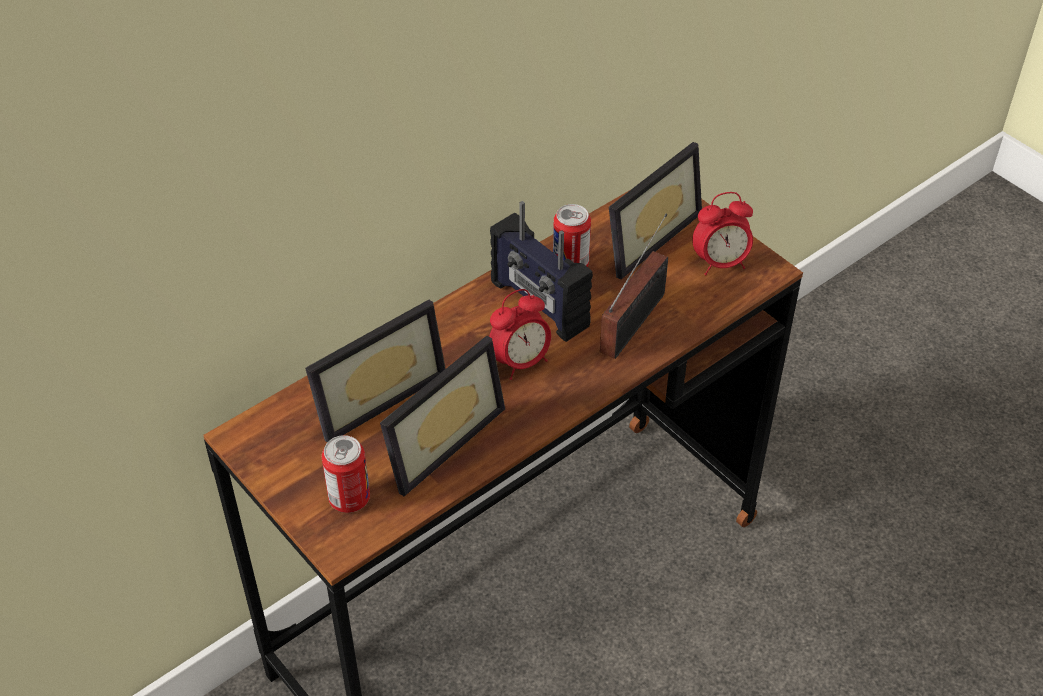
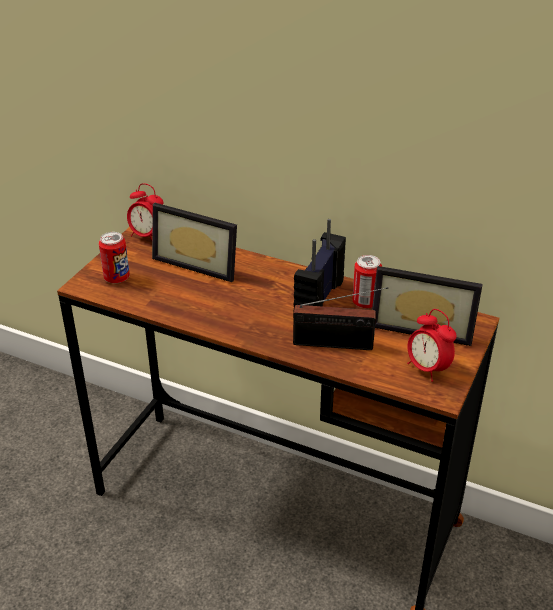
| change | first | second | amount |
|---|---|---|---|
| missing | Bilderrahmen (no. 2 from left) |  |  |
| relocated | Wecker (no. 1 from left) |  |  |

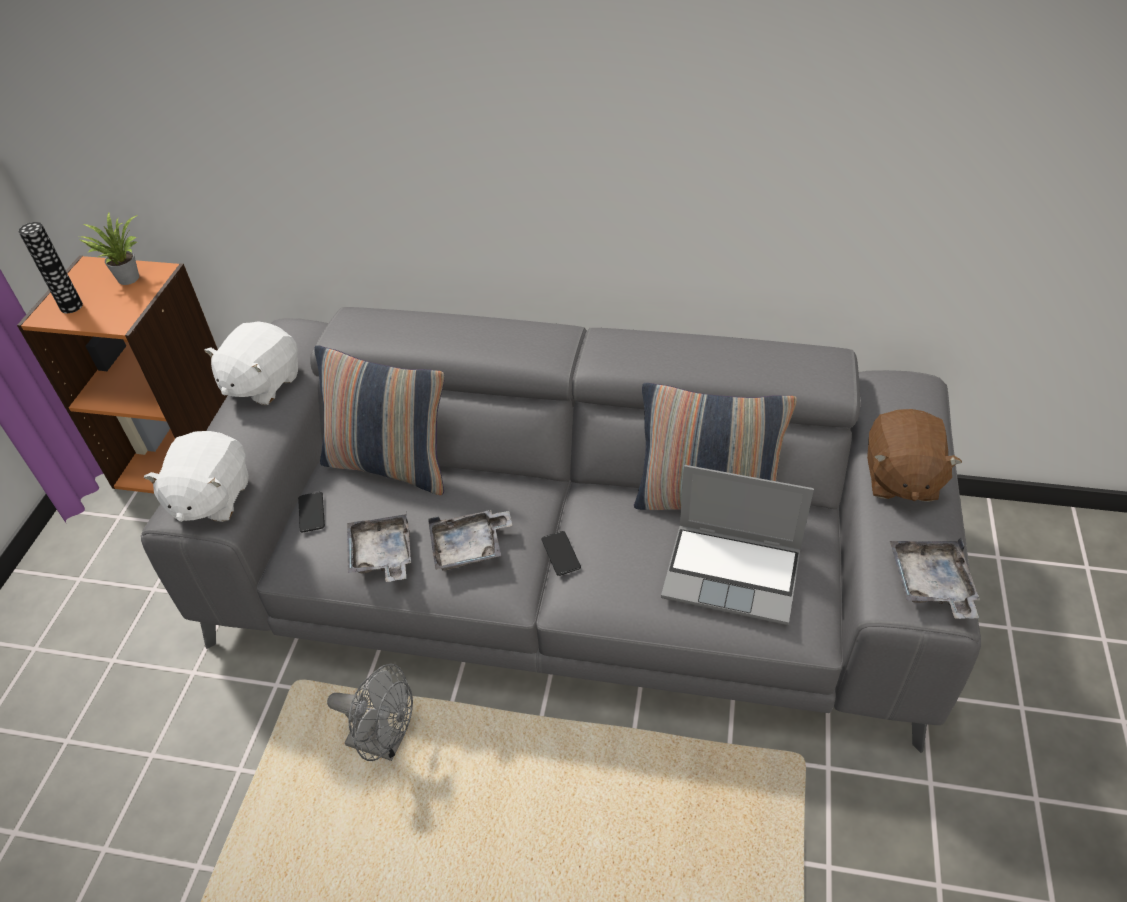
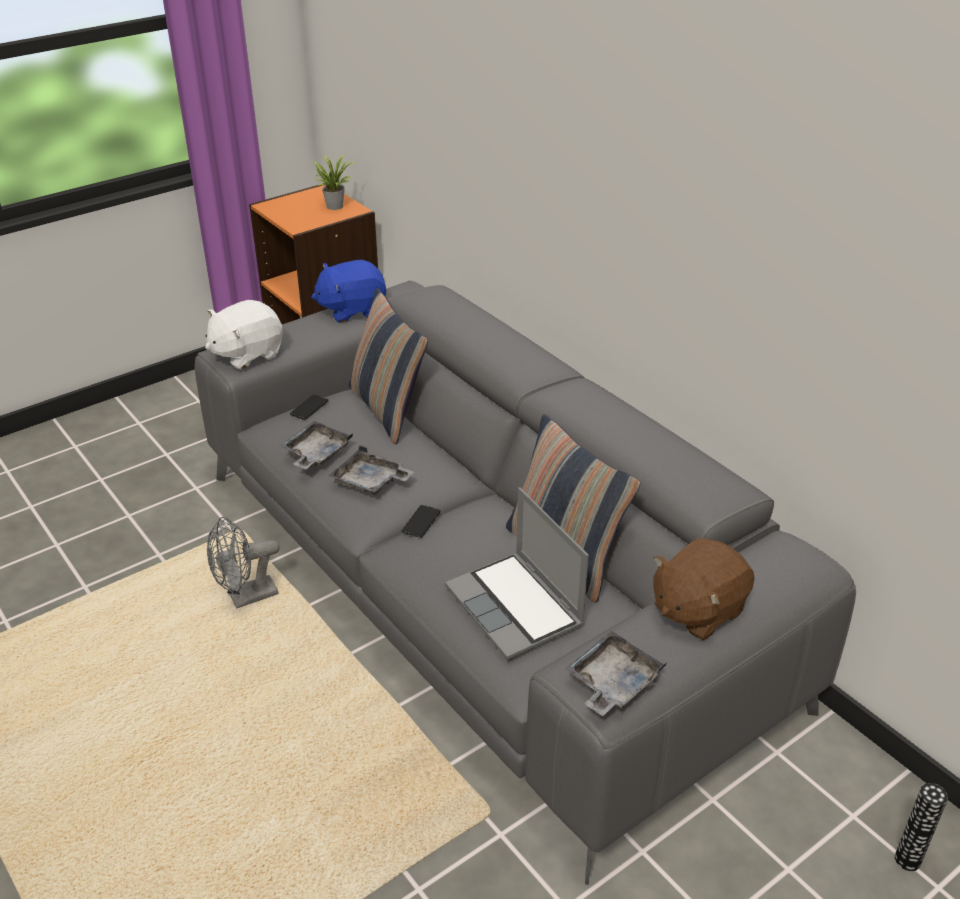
| change | first | second | amount |
|---|---|---|---|
| relocated | Vase |  |  |
| colour | Plüschtier/weiß (no. 2 from left) | Plüschtier/blau |  |
| spun | Ventilator/grau |  | 90 degrees clockwise |

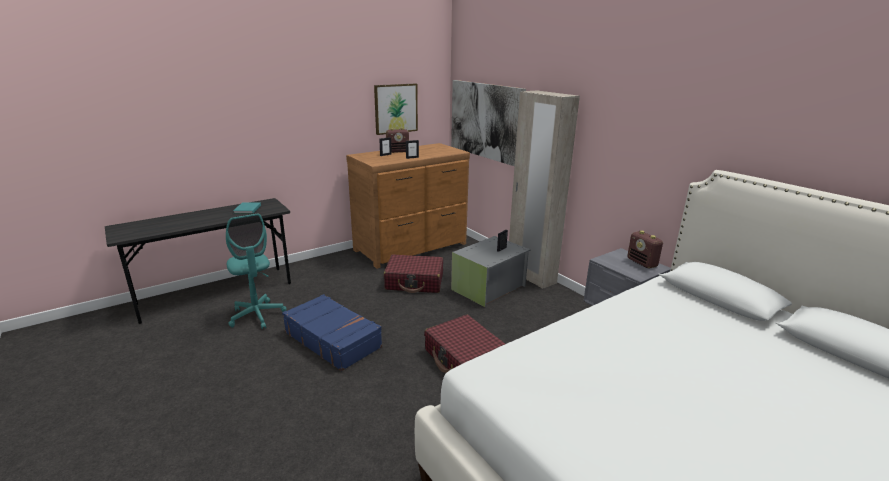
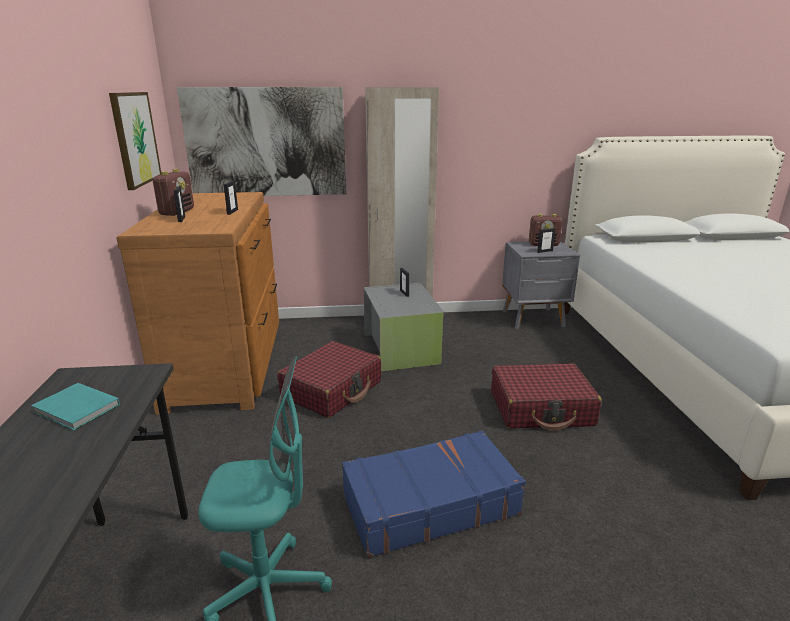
| change | first | second | amount |
|---|---|---|---|
| appeared |  | Bilderrahmen (no. 4 from left) |  |

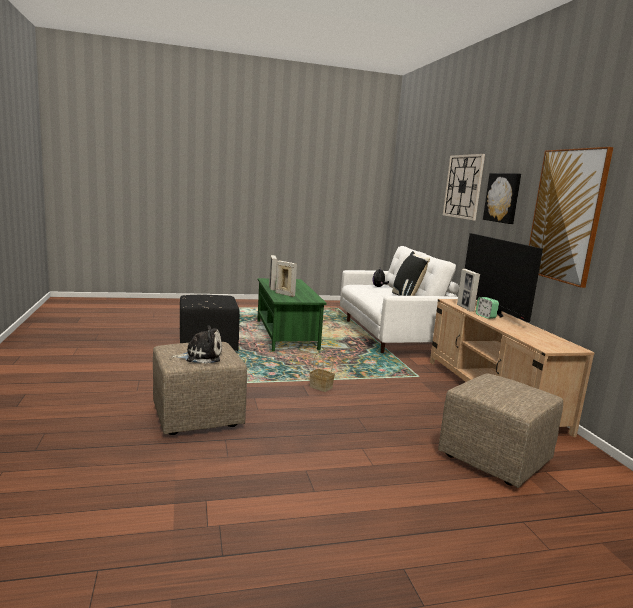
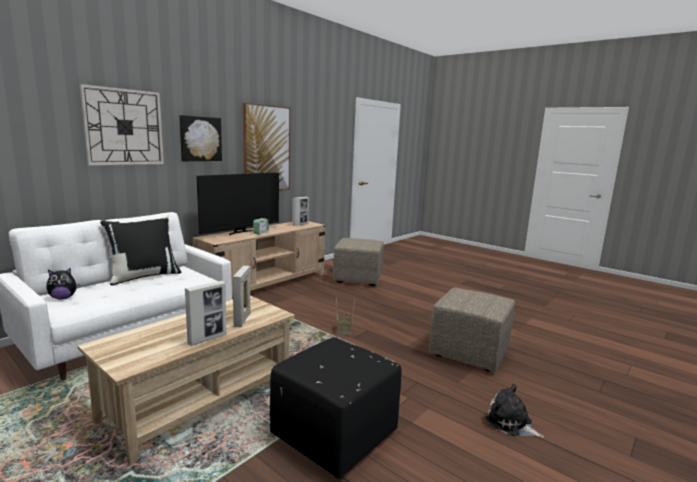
| change | first | second | amount |
|---|---|---|---|
| relocated | Plüschtier (no. 1 from left in the first image) | Plüschtier (no. 2 from left) |  |
| relocated | Bilderrahmen (no. 3 from left) |  |  |
| colour | Couchtisch/grün | Couchtisch/beige |  |

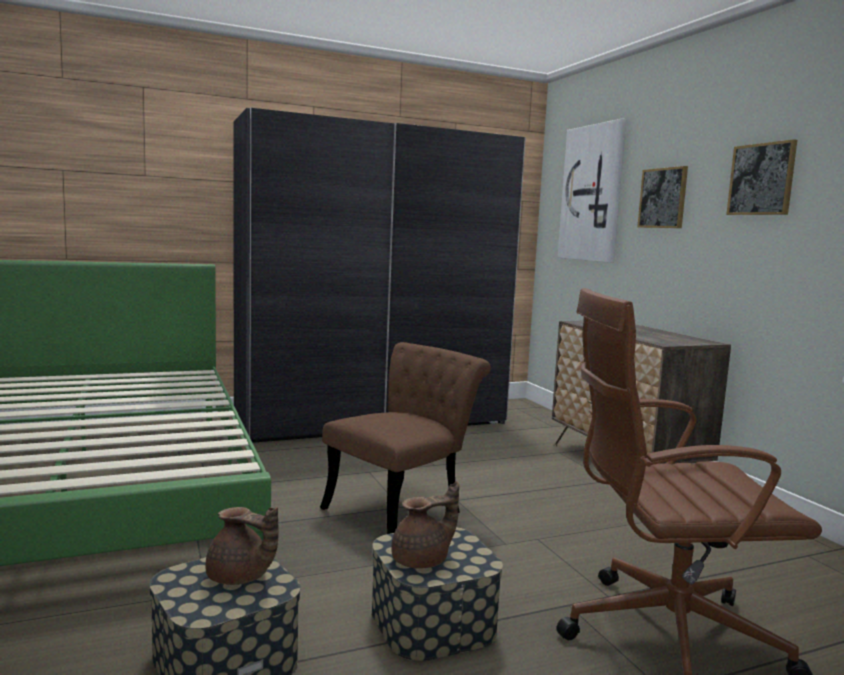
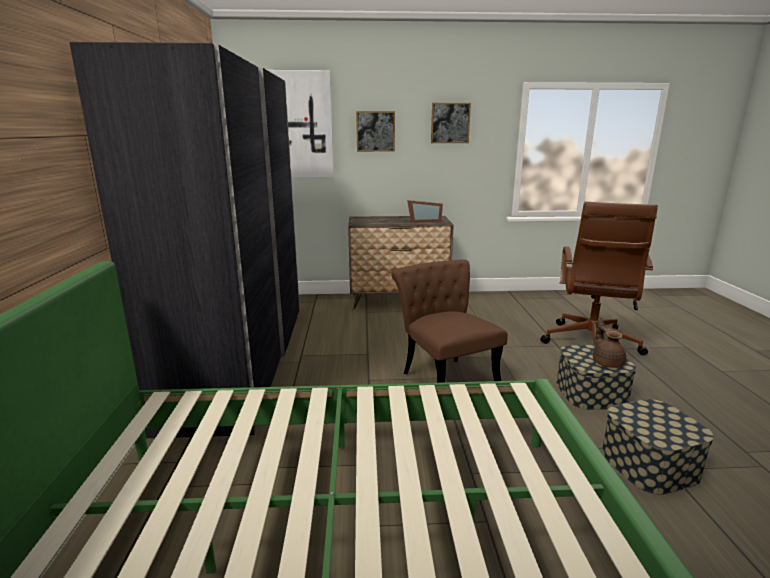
| change | first | second | amount |
|---|---|---|---|
| missing | Teekanne/braun (no. 1 from left) |  |  |
| appeared |  | Bilderrahmen |  |

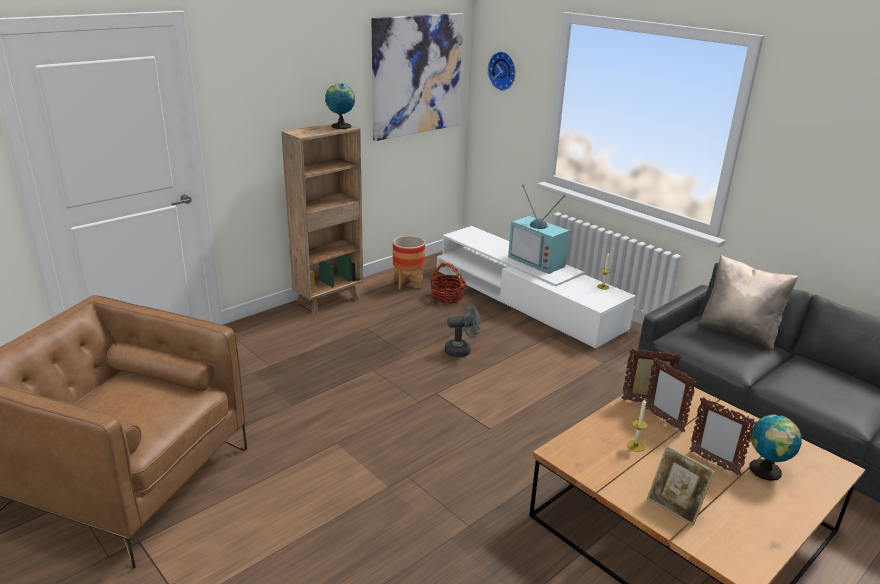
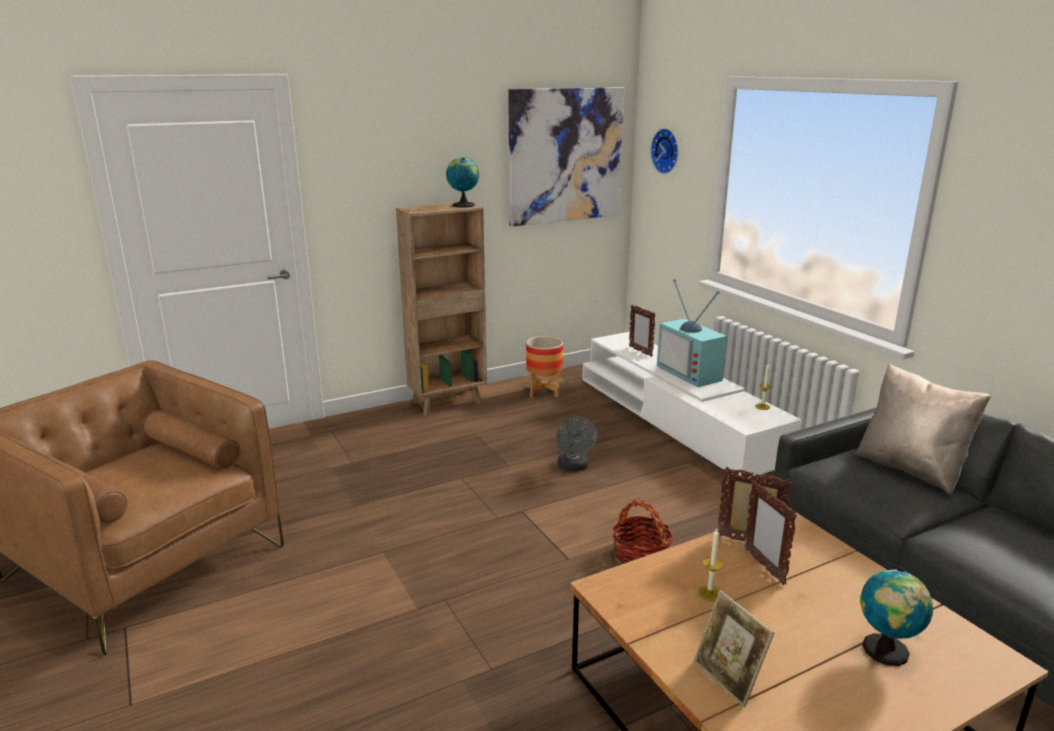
| change | first | second | amount |
|---|---|---|---|
| relocated | Korb |  |  |
| relocated | Bilderrahmen (no. 4 from left in the first image) | Bilderrahmen (no. 1 from left) |  |
| spun | Ventilator/grau |  | 75 degrees clockwise |

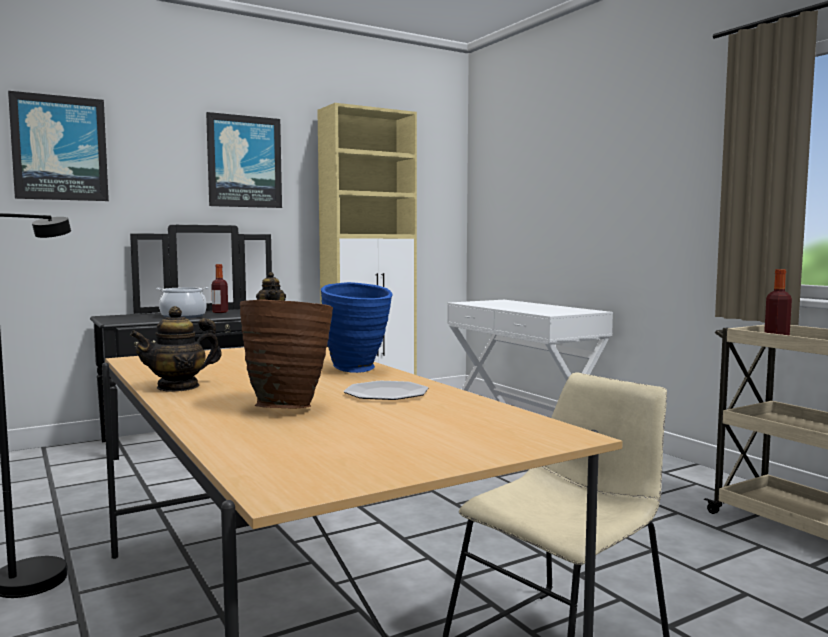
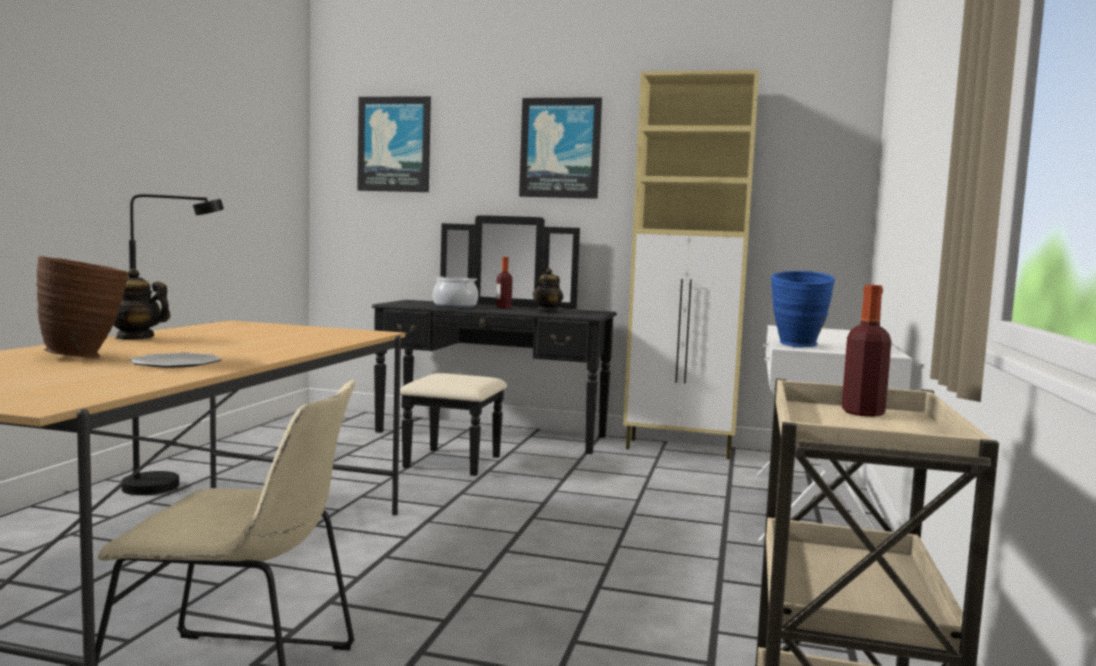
| change | first | second | amount |
|---|---|---|---|
| relocated | Vase/blau |  |  |

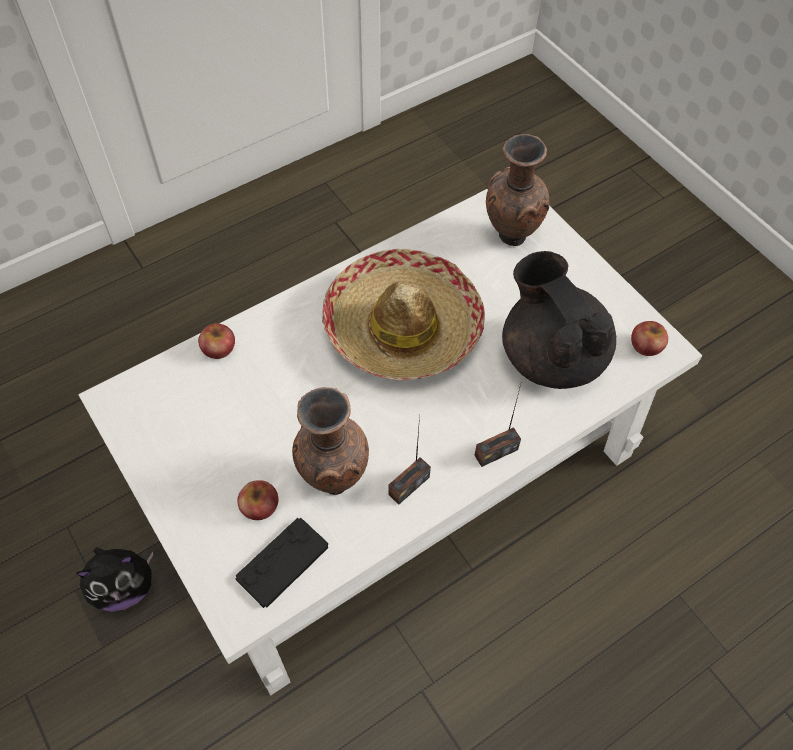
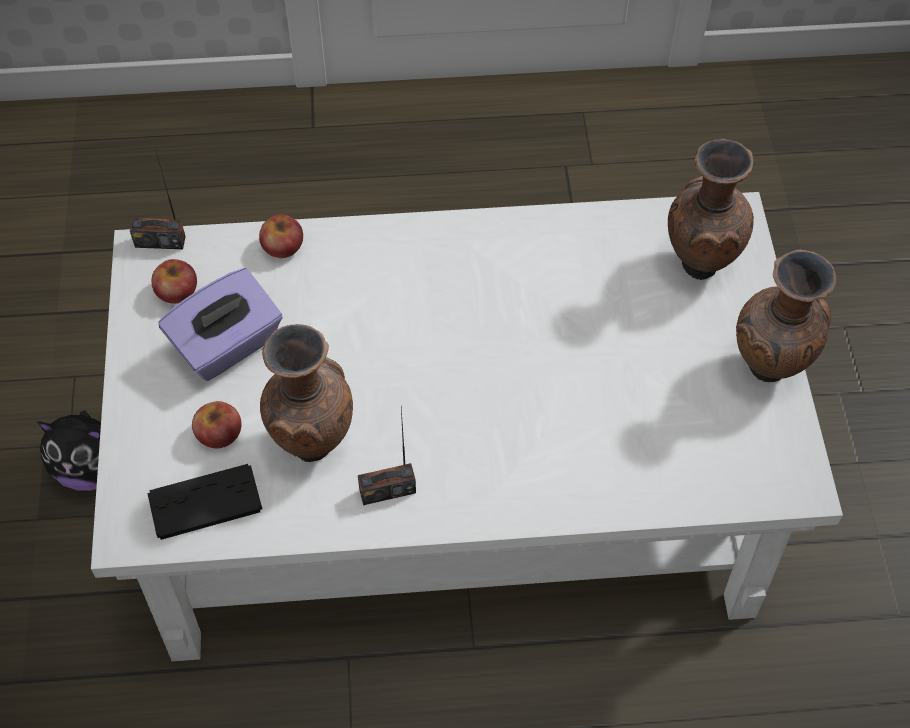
| change | first | second | amount |
|---|---|---|---|
| missing | Hut |  |  |
| missing | Teekanne/schwarz |  |  |
| appeared |  | Taschentuchbox/lila |  |
| appeared |  | Vase/braun (no. 3 from left) |  |
| relocated | Radio (no. 2 from left in the first image) | Radio (no. 1 from left) |  |
| relocated | Apfel (no. 3 from left in the first image) | Apfel (no. 1 from left) |  |

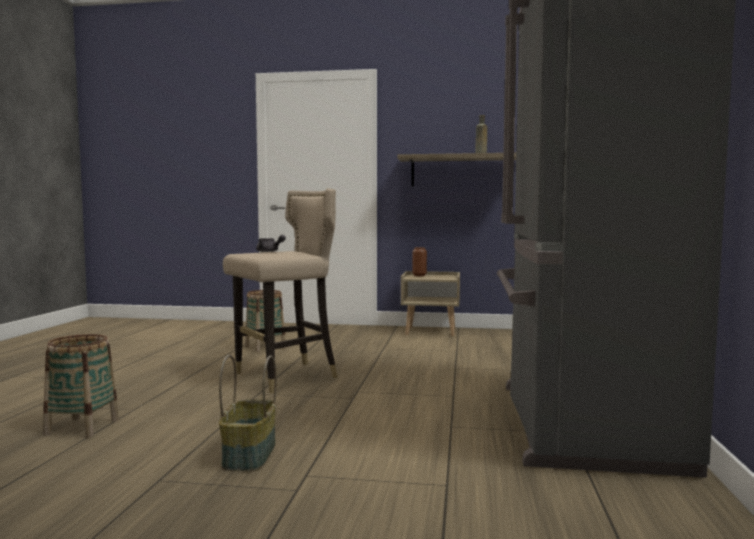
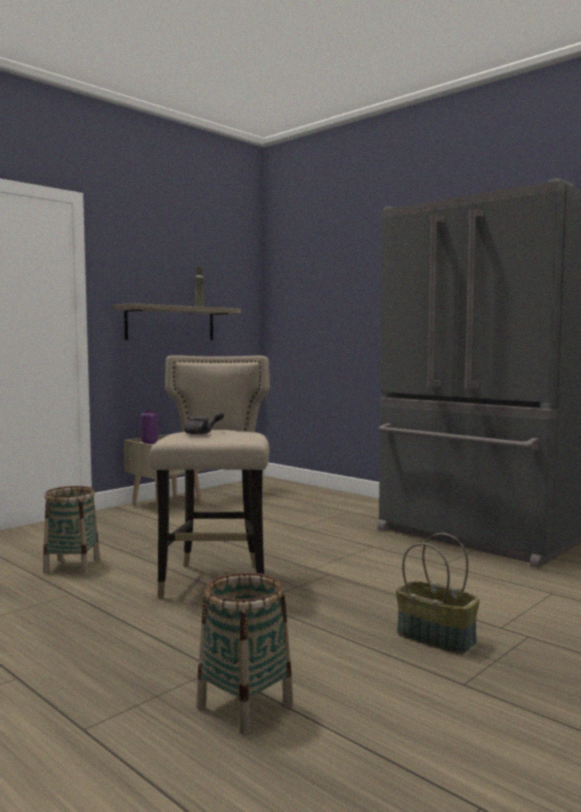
| change | first | second | amount |
|---|---|---|---|
| colour | Vase/braun | Vase/lila |  |

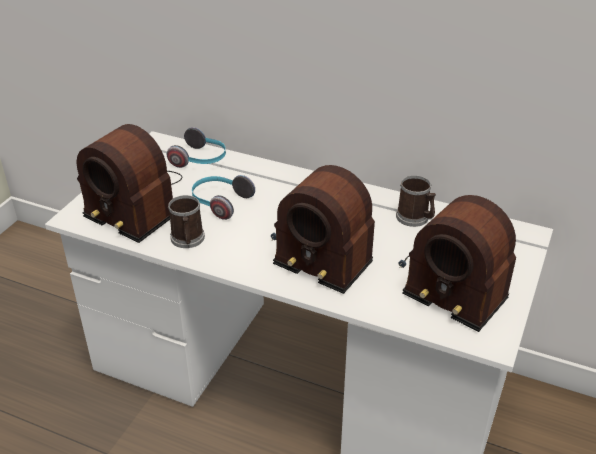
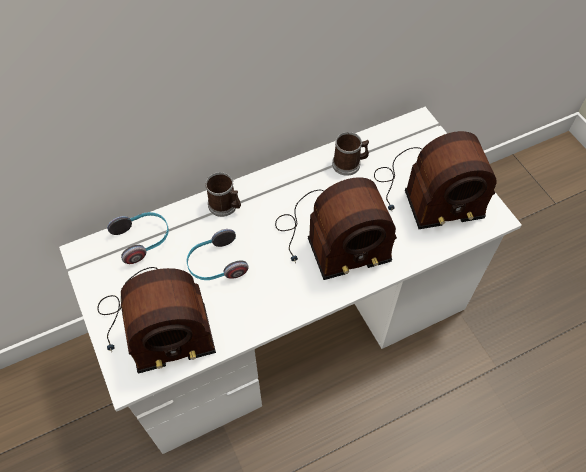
| change | first | second | amount |
|---|---|---|---|
| relocated | Henkelbecher (no. 1 from left) |  |  |

